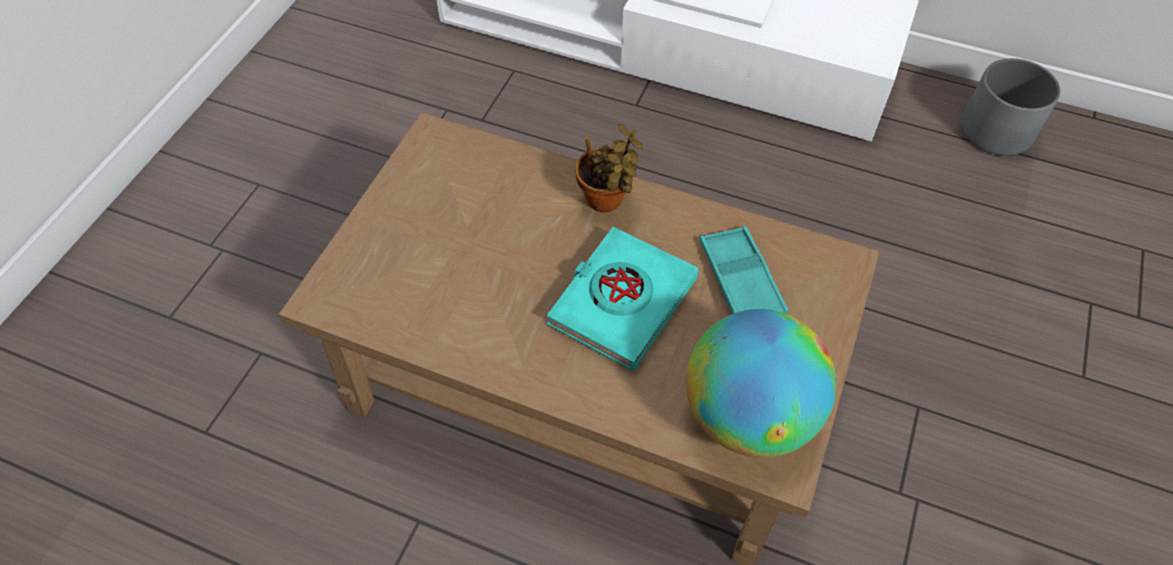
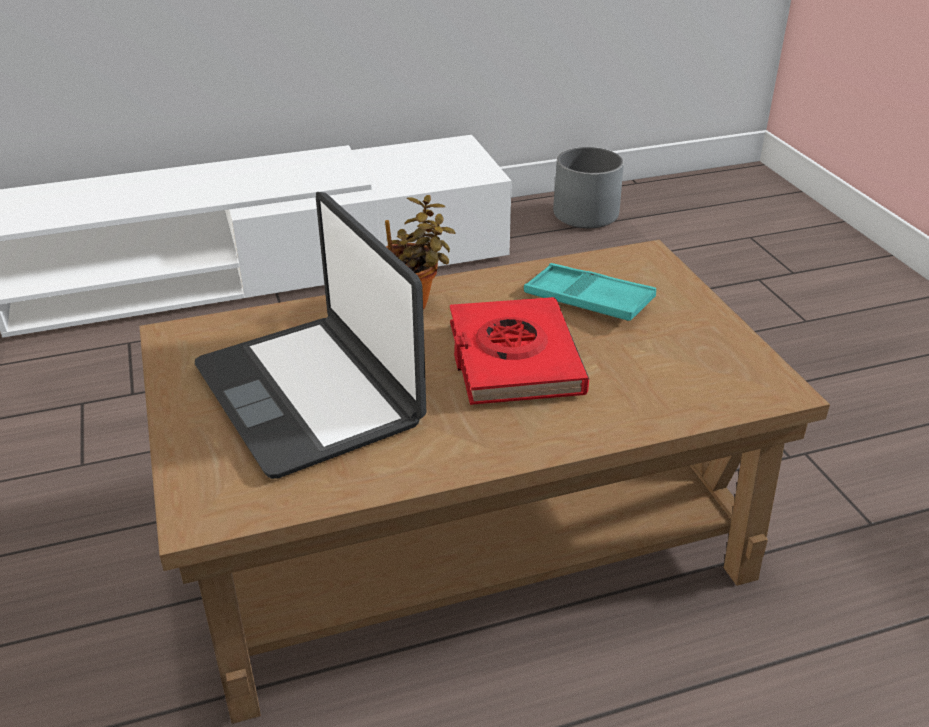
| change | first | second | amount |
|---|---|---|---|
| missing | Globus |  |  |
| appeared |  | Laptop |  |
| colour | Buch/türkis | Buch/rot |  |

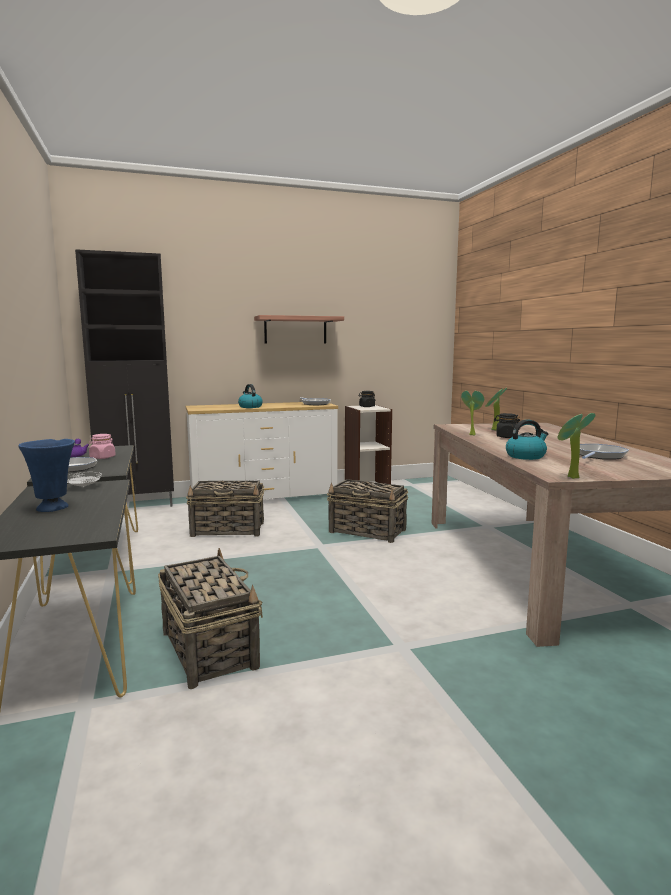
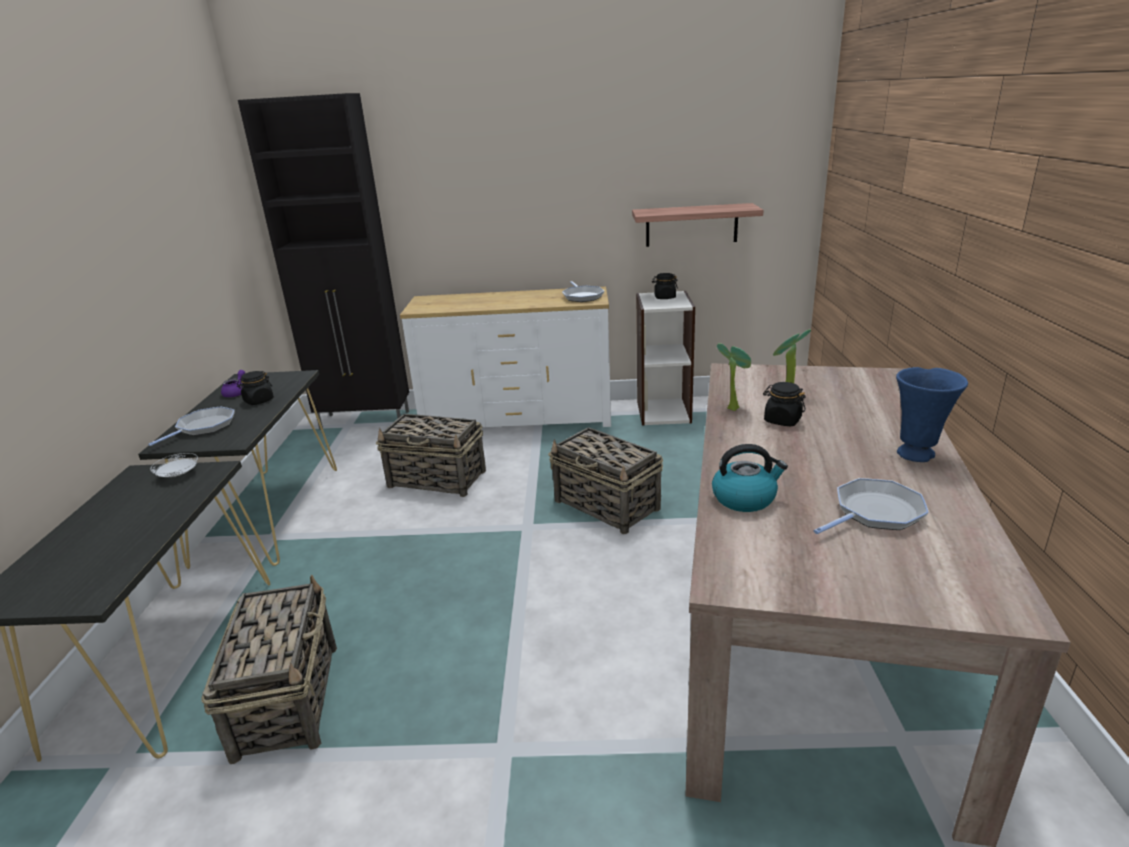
| change | first | second | amount |
|---|---|---|---|
| missing | Wasserkessel (no. 1 from left) |  |  |
| missing | Topfpflanze (no. 3 from left) |  |  |
| relocated | Vase/blau |  |  |
| relocated | Wandregal |  |  |
| colour | Vorratsglas/rosa | Vorratsglas/schwarz (no. 1 from left) |  |

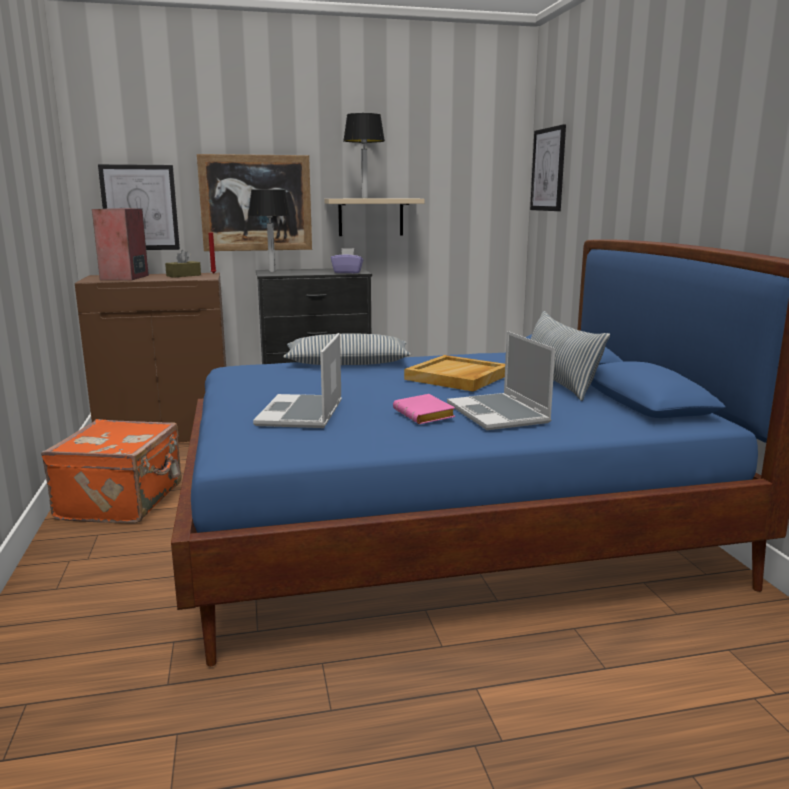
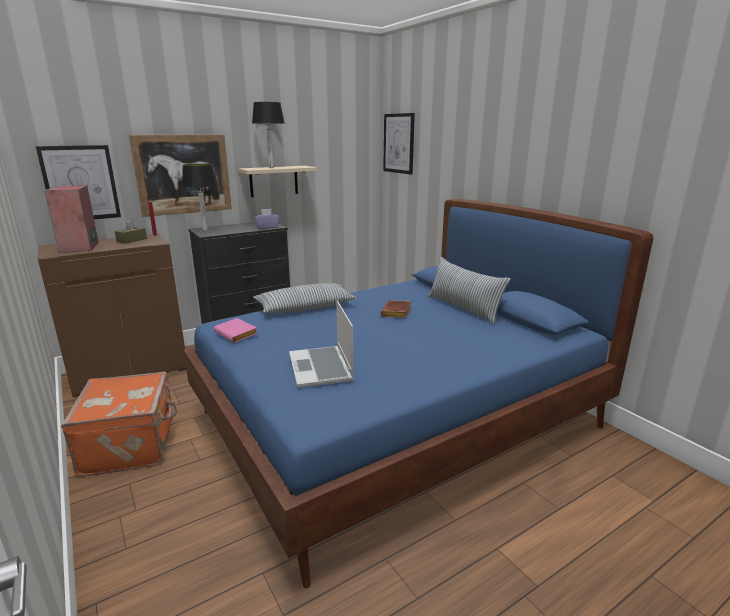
| change | first | second | amount |
|---|---|---|---|
| missing | Laptop (no. 2 from left) |  |  |
| relocated | Buch/rosa |  |  |
| exchanged | Tablett/beige | Buch/braun |  |

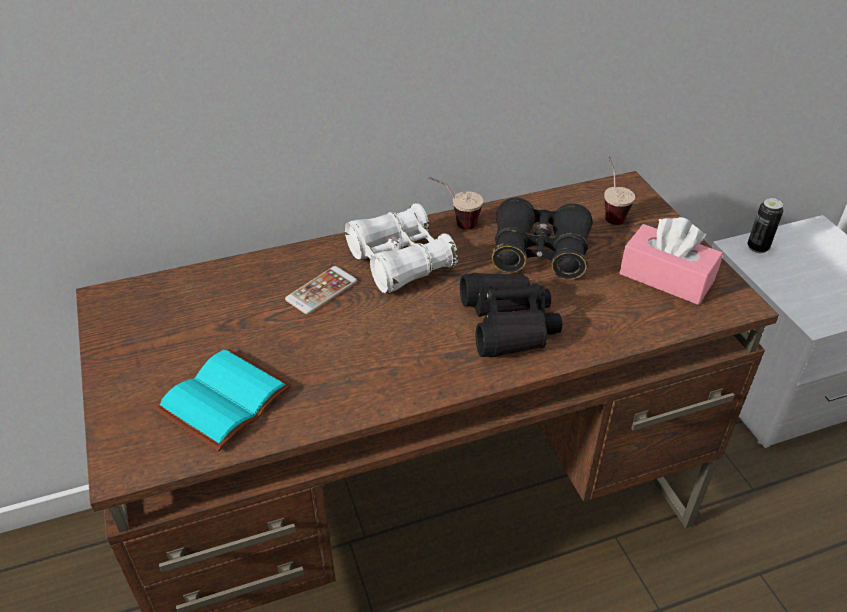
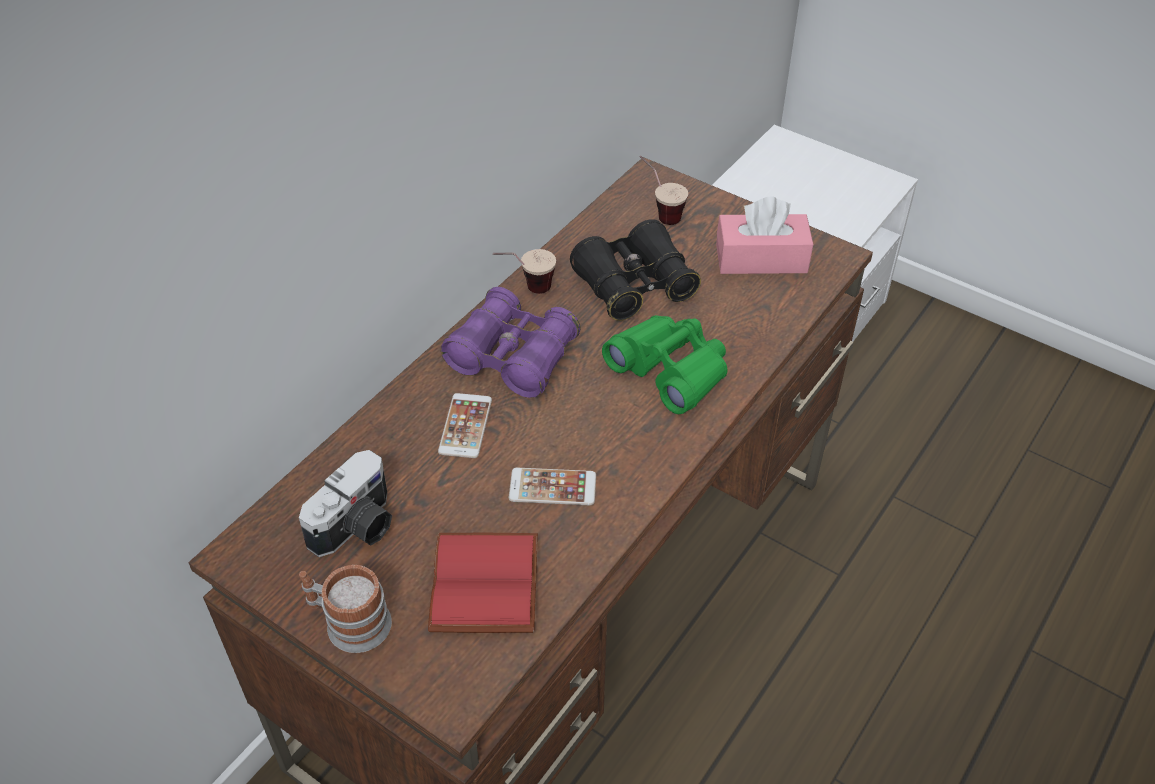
| change | first | second | amount |
|---|---|---|---|
| missing | Dose |  |  |
| appeared |  | Kamera |  |
| appeared |  | Henkelbecher |  |
| appeared |  | Handy (no. 2 from left) |  |
| colour | Buch/türkis | Buch/rot |  |
| colour | Fernglas/weiß | Fernglas/lila |  |
| colour | Fernglas/schwarz (no. 1 from left) | Fernglas/grün |  |

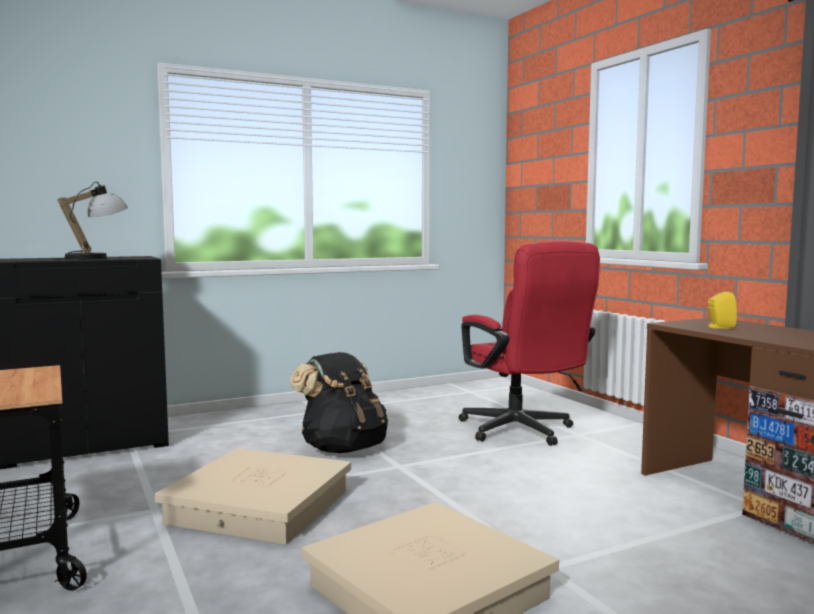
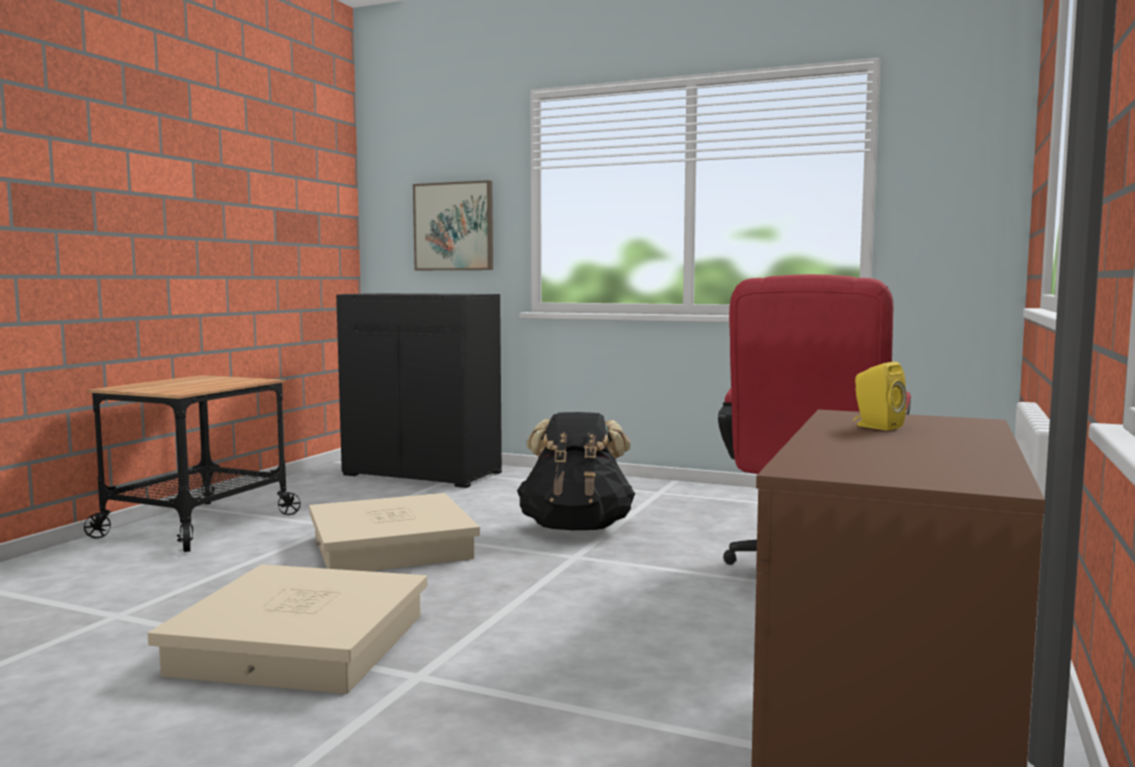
| change | first | second | amount |
|---|---|---|---|
| missing | Tischlampe |  |  |
| appeared |  | Bild |  |

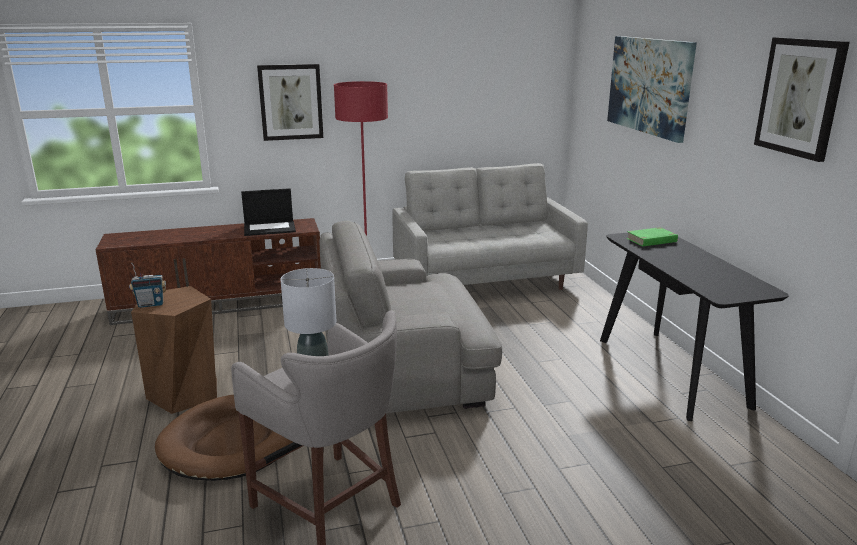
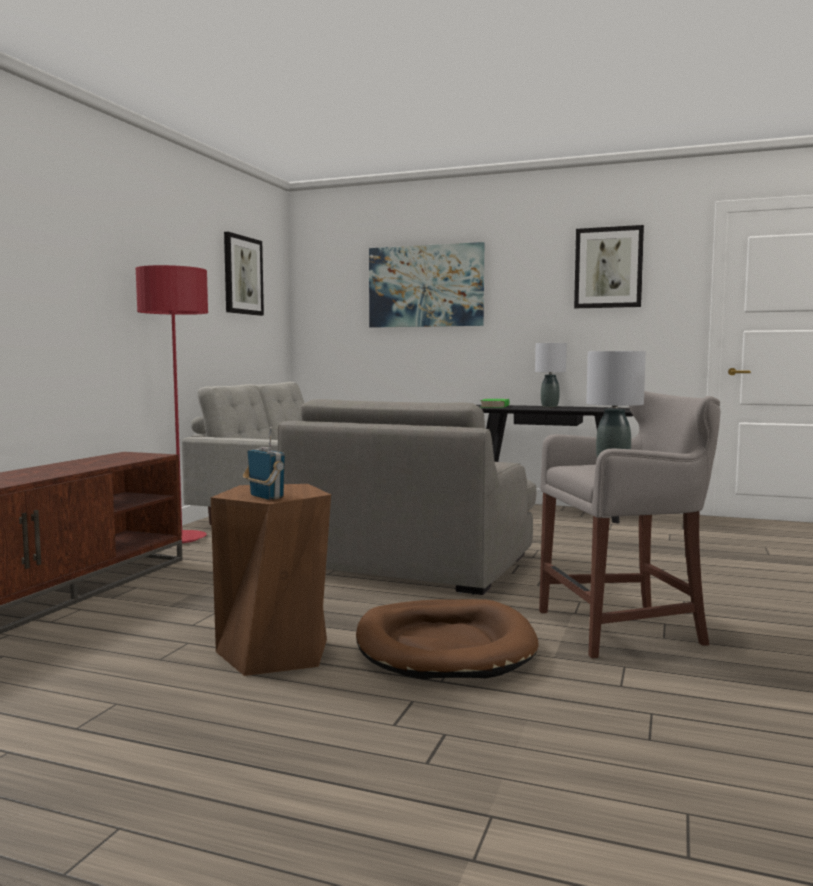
| change | first | second | amount |
|---|---|---|---|
| missing | Laptop |  |  |
| appeared |  | Tischlampe/grau (no. 1 from left) |  |
| relocated | Bild (no. 1 from left) |  |  |
| spun | Radio |  | 60 degrees counterclockwise |

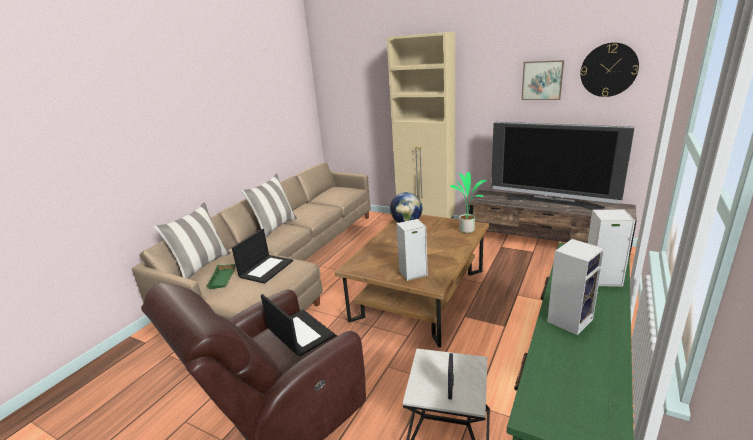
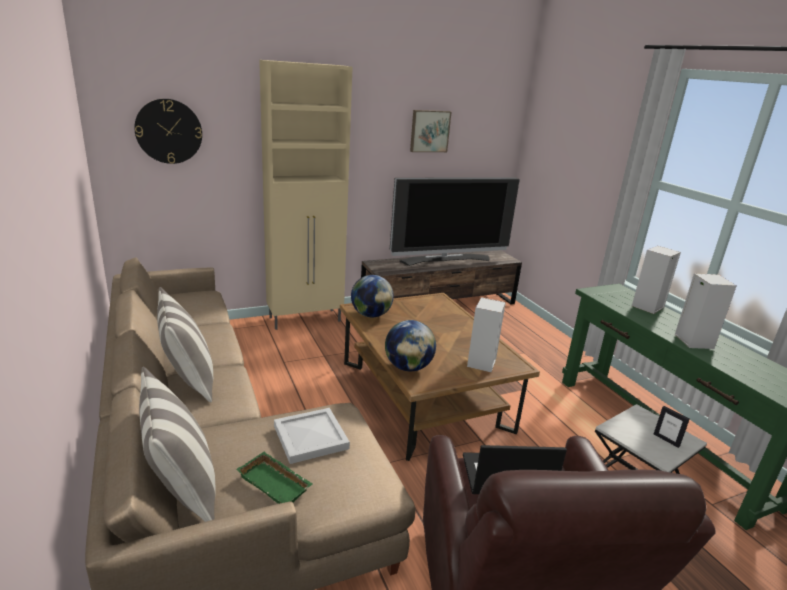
| change | first | second | amount |
|---|---|---|---|
| missing | Topfpflanze |  |  |
| appeared |  | Globus (no. 2 from left) |  |
| relocated | Wanduhr |  |  |
| exchanged | Laptop (no. 1 from left) | Tablett/weiß |  |

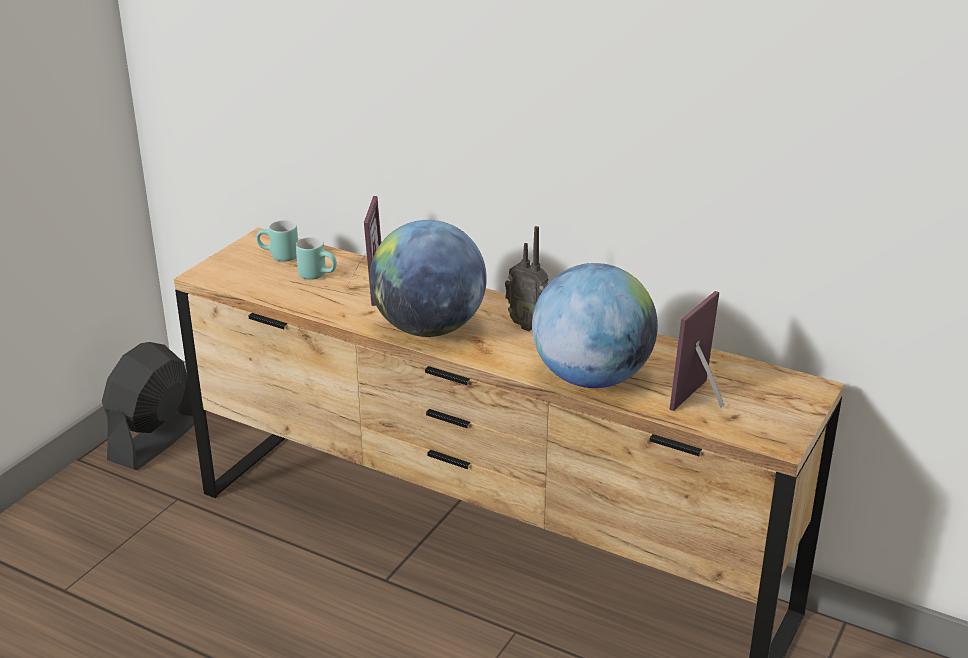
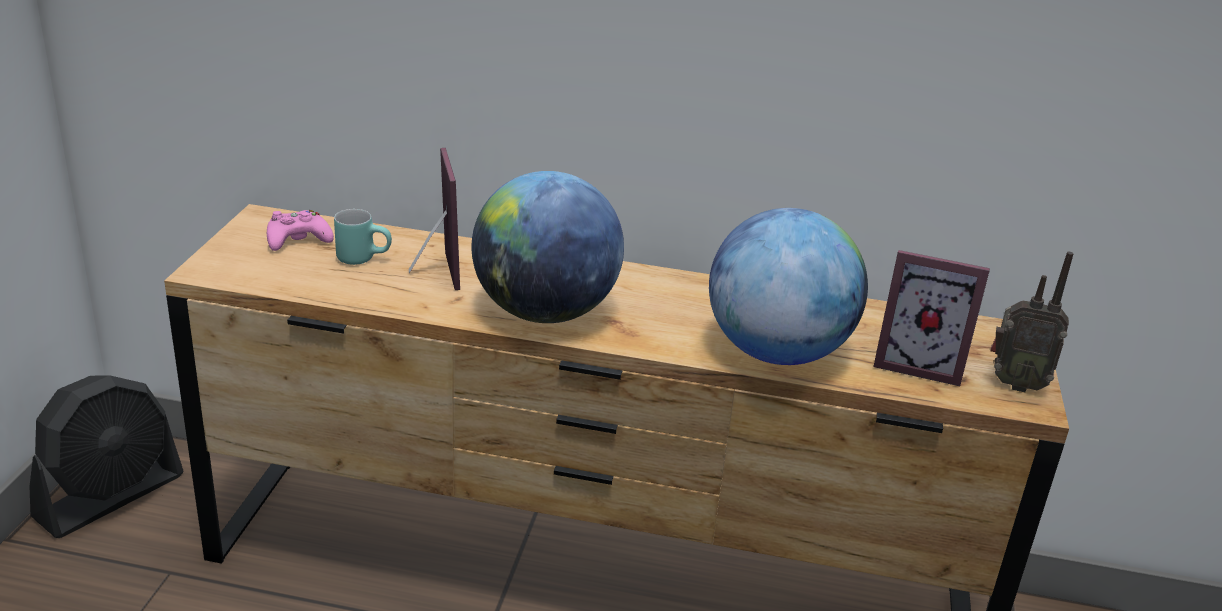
| change | first | second | amount |
|---|---|---|---|
| relocated | Radio |  |  |
| exchanged | Henkelbecher/türkis (no. 1 from left) | Gamepad/rosa |  |
| spun | Ventilator/schwarz |  | 150 degrees counterclockwise |
| spun | Bilderrahmen (no. 2 from left) |  | 90 degrees counterclockwise |

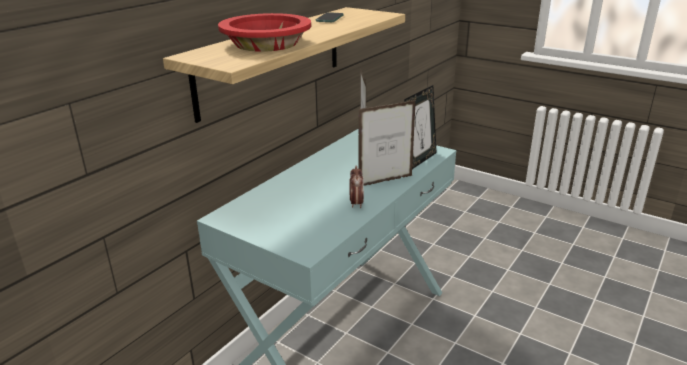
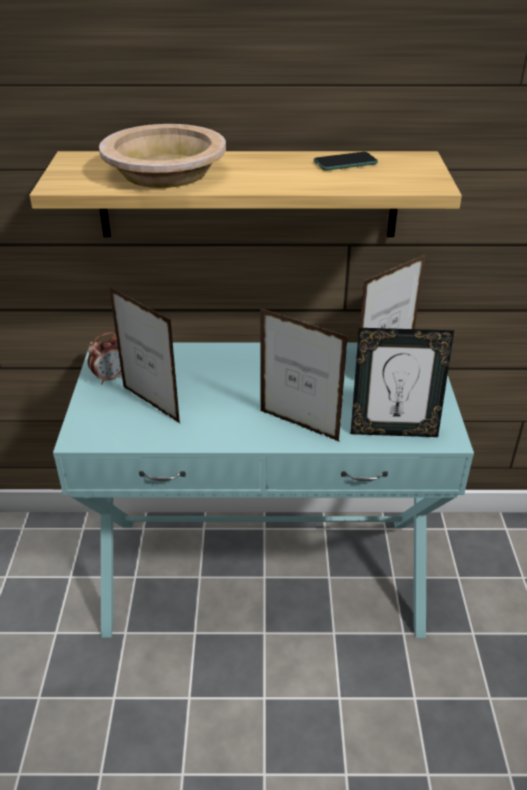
| change | first | second | amount |
|---|---|---|---|
| appeared |  | Bilderrahmen (no. 1 from left) |  |
| relocated | Wecker |  |  |
| colour | Schüssel/rot | Schüssel/beige |  |

